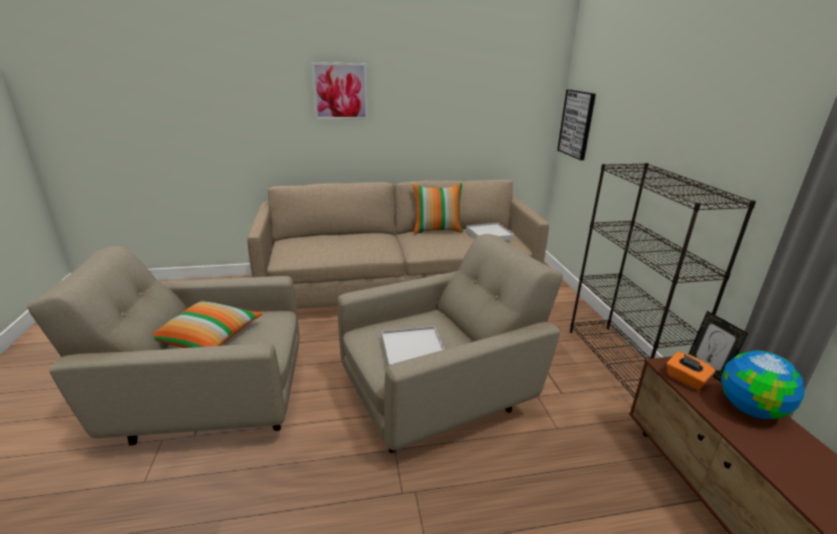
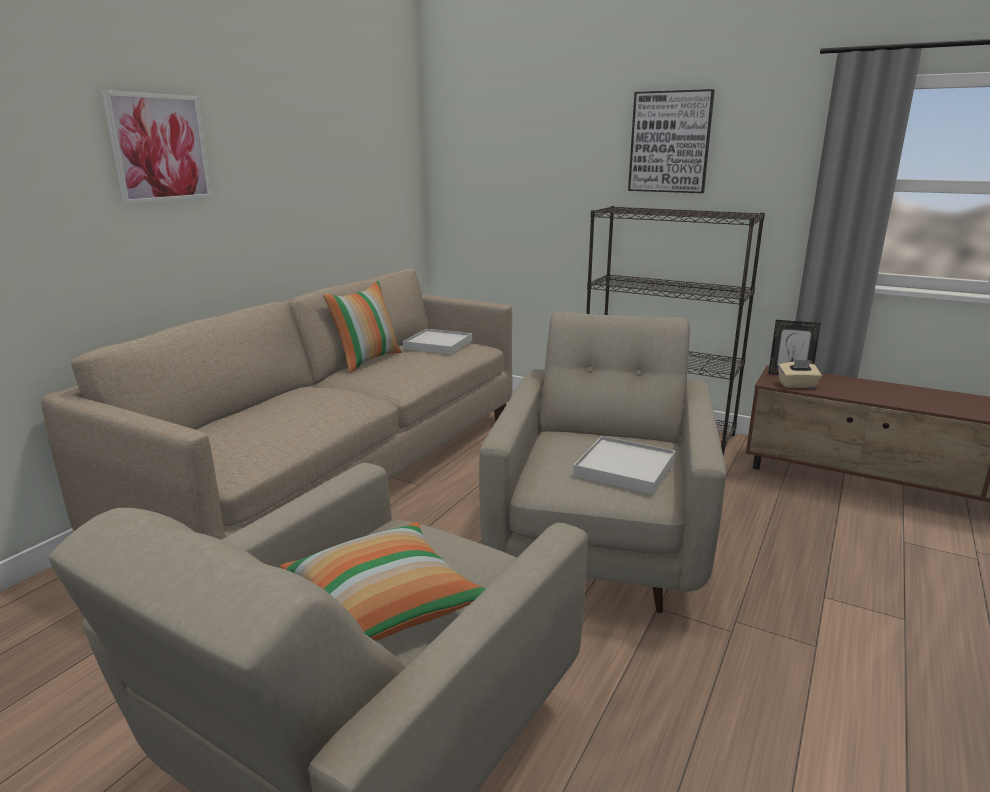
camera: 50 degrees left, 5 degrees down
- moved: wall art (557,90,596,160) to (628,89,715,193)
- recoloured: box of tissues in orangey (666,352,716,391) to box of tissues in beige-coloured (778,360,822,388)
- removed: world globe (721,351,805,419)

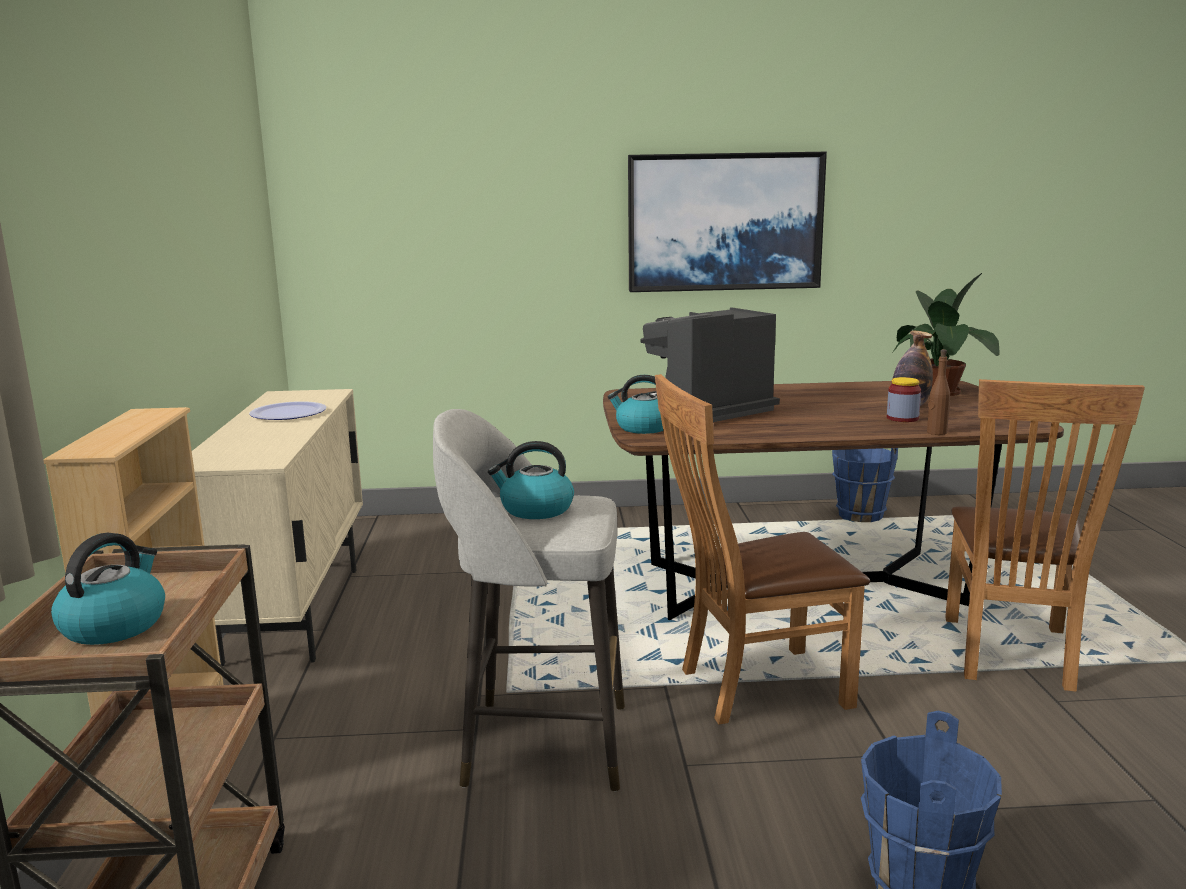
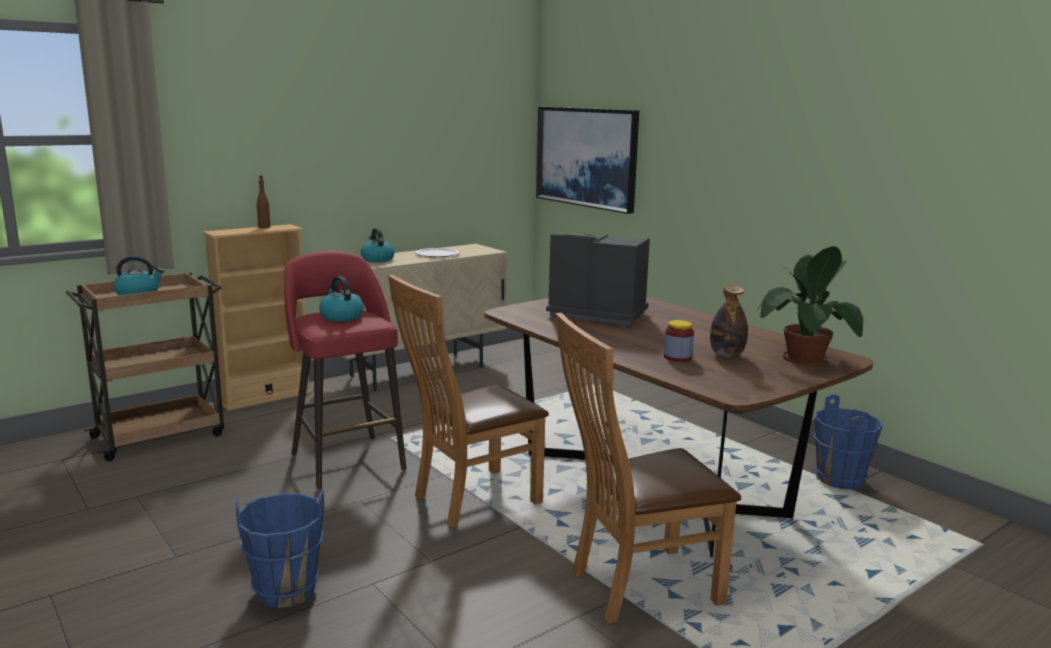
camera: 55 degrees right, 0 degrees up
- moved: beverage bottle in brown (927,349,950,435) to (257,175,271,228)
- recoloured: sitting stool in gray (433,409,625,791) to sitting stool in red-coloured (284,251,407,489)
- moved: kettle (608,375,663,434) to (361,228,395,262)
- turned: chair in brown (655,374,870,724) = (388,275,549,528) 75 degrees counterclockwise
- moved: wall art (628,152,827,292) to (536,107,639,214)

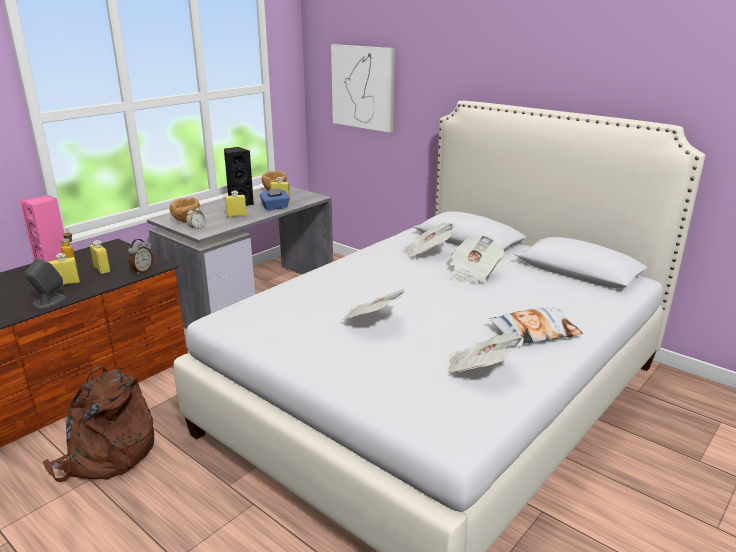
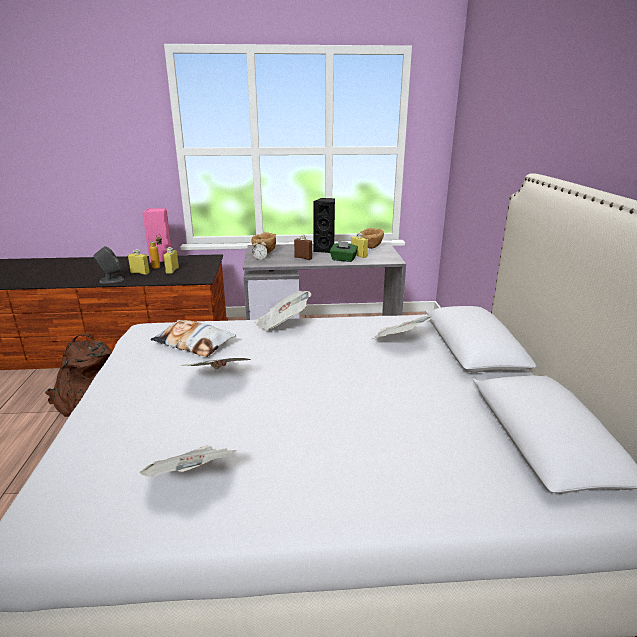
camera: 45 degrees right, 0 degrees up
- moved: pillow (488,308,583,344) to (150,320,236,357)
- moved: printed paper (450,235,505,282) to (254,291,311,331)
- recoloured: beverage bottle in yellowish (225,190,247,218) to beverage bottle in brown (294,235,312,260)
- recoloured: box of tissues in blue (260,188,290,210) to box of tissues in greenish (330,241,358,262)
- removed: table clock (128,239,153,274)
- removed: wall art (331,44,395,133)

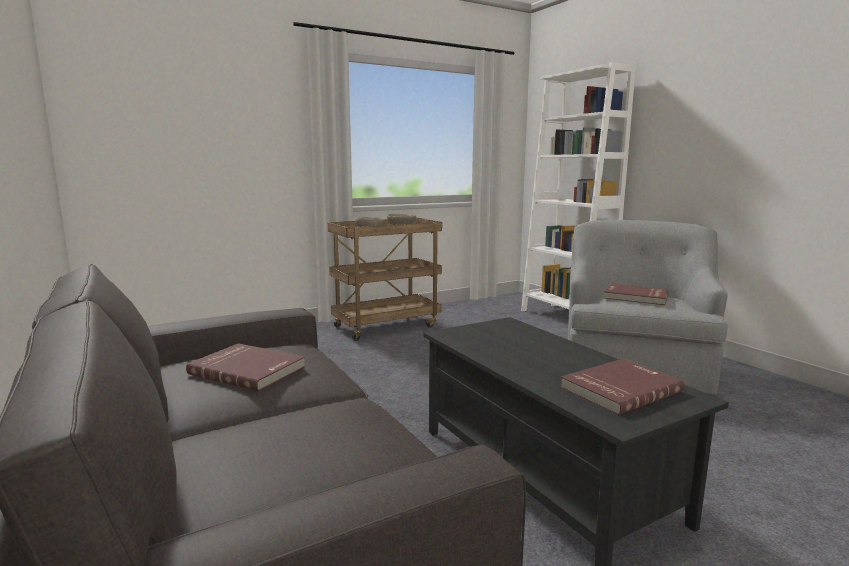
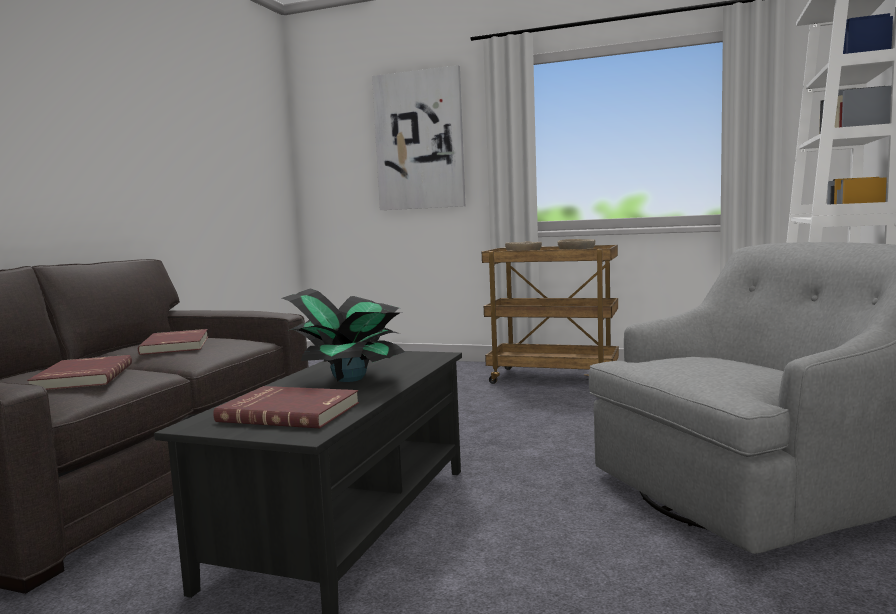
camera: 50 degrees right, 5 degrees down
- moved: volume in red-coloured (603,283,669,305) to (27,355,132,390)
- added: plant in a pot (282,288,405,382)
- added: wall art (372,65,465,210)

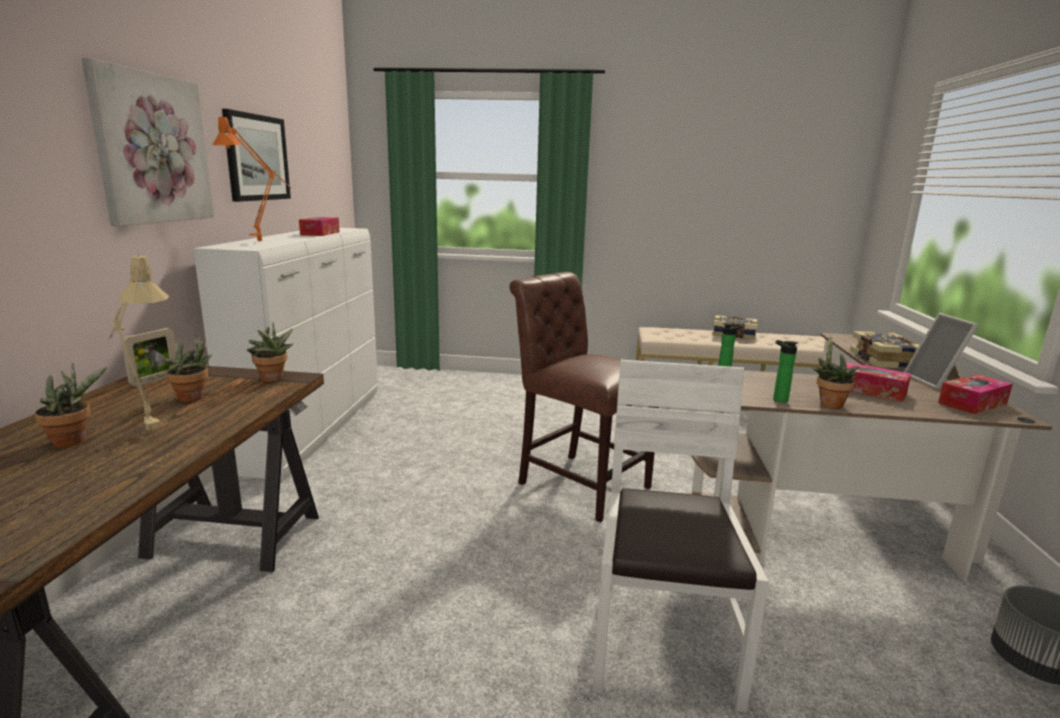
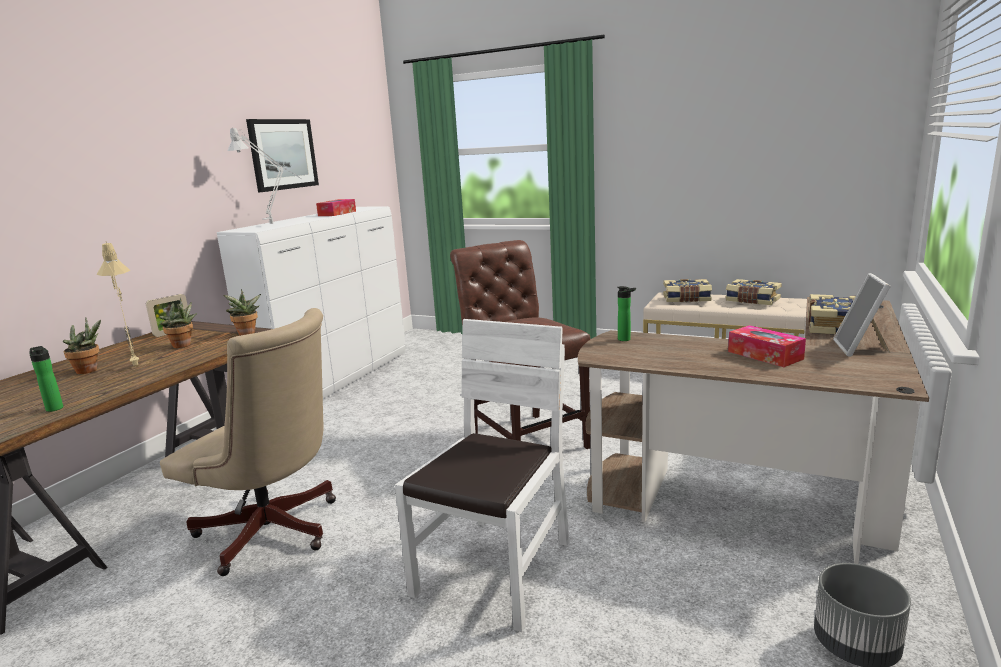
camera: 20 degrees right, 0 degrees up
- moved: beverage bottle (773,340,798,403) to (29,346,63,412)
- added: computer chair in beige-coloured (160,308,336,576)
- recoloured: tabletop lamp in orangey (213,116,292,241) to tabletop lamp in gray (227,126,301,224)
- added: volume (663,279,712,302)
- removed: wall art (81,58,214,226)
- removed: plant in a pot (812,336,859,409)
- removed: box of tissues (938,374,1013,414)

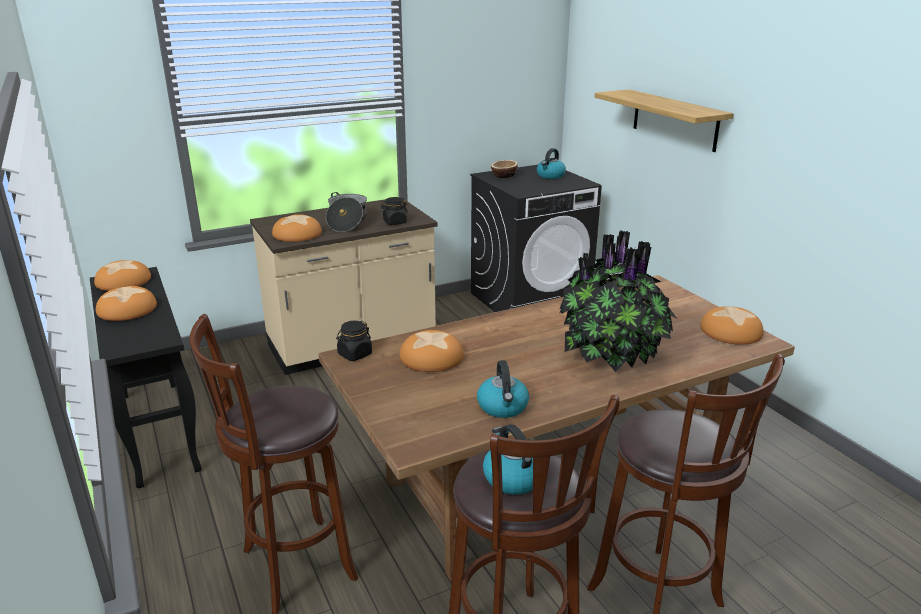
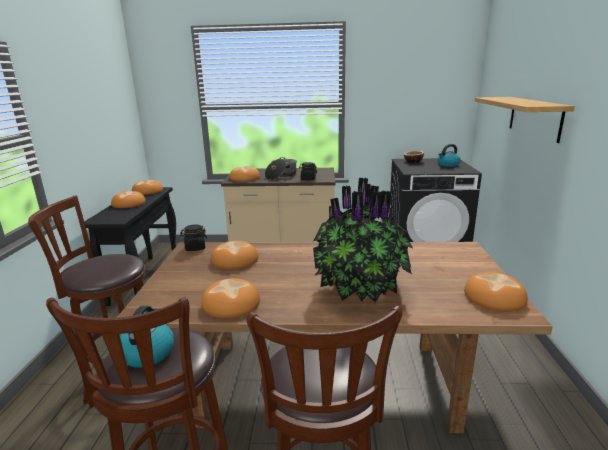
camera: 30 degrees right, 5 degrees down
- replaced: kettle (477,360,529,418) to bread (201,278,260,318)

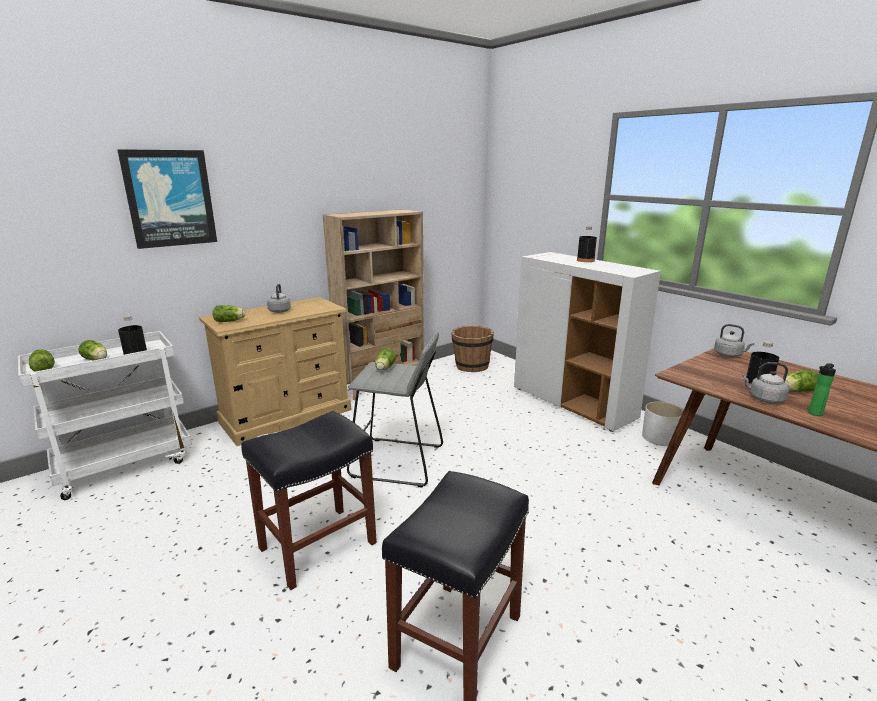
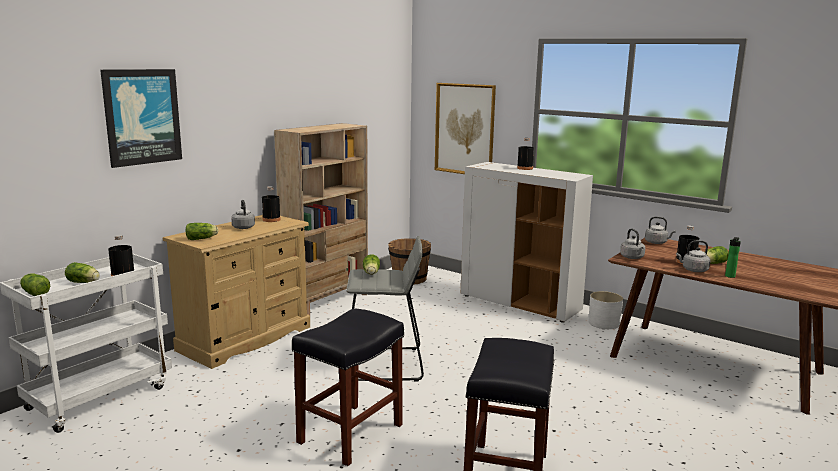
camera: 15 degrees left, 5 degrees down
- added: beverage bottle in black-coloured (262,186,281,222)
- added: wall art (435,83,496,174)
- added: kettle in gray (620,228,645,259)

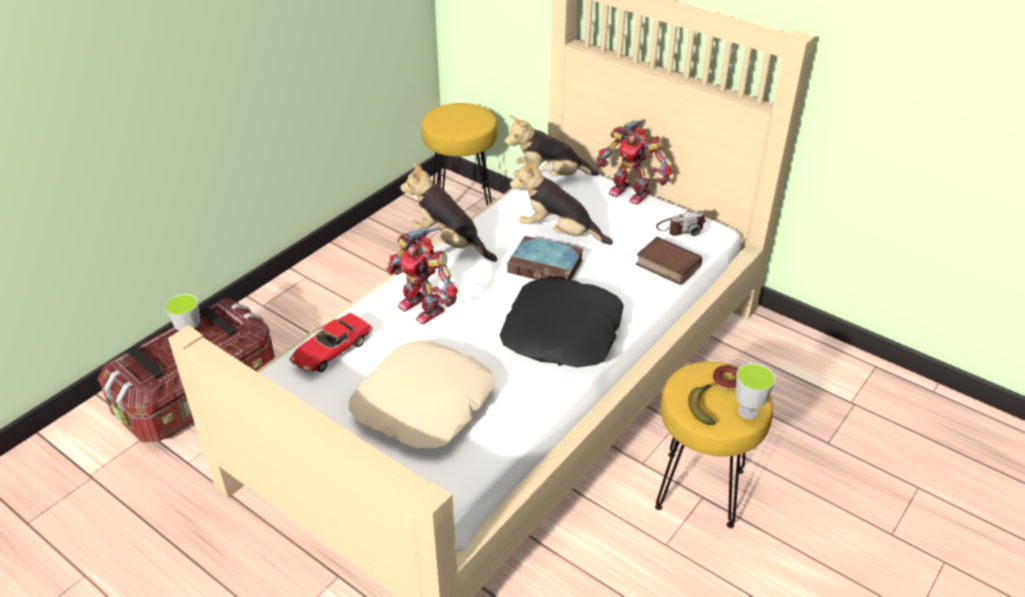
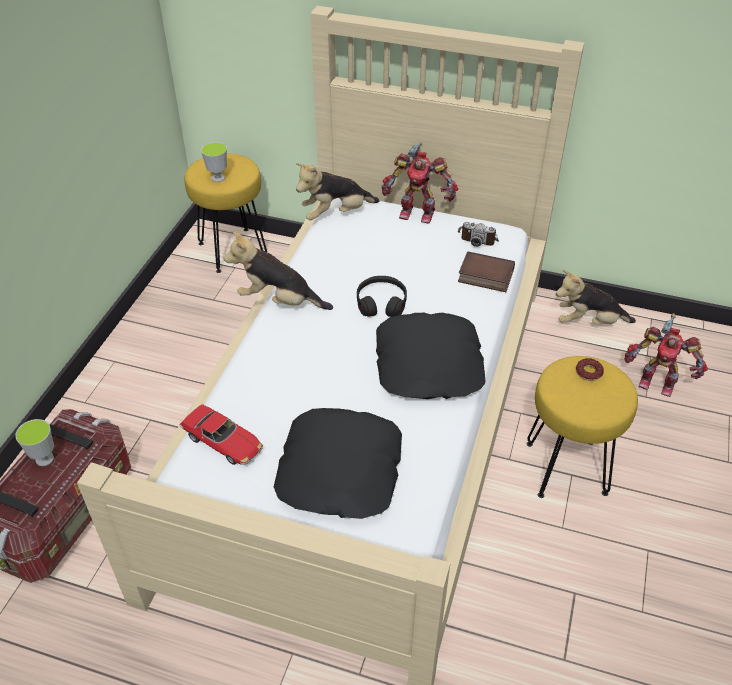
camera: 20 degrees left, 5 degrees up
- turned: toy car (290,313,373,372) = (180,404,263,465) 75 degrees counterclockwise
- moved: drinking cup (735,363,775,419) to (201,142,227,182)
- recoloured: pillow in beige-coloured (349,340,495,448) to pillow in black-coloured (274,408,402,519)
- replaced: volume (507,236,583,280) to headset in black-coloured (357,276,407,317)
- turned: photo camera (656,210,706,236) = (458,222,499,247) 60 degrees clockwise
- moved: plush toy (510,157,613,245) to (556,270,636,324)
- moved: toy robot (387,224,458,324) to (625,313,708,397)
- removed: whole banana (688,384,715,425)

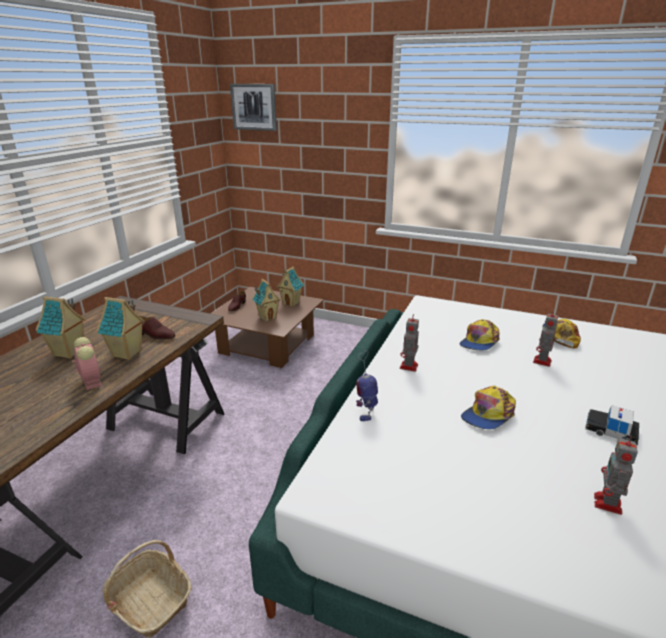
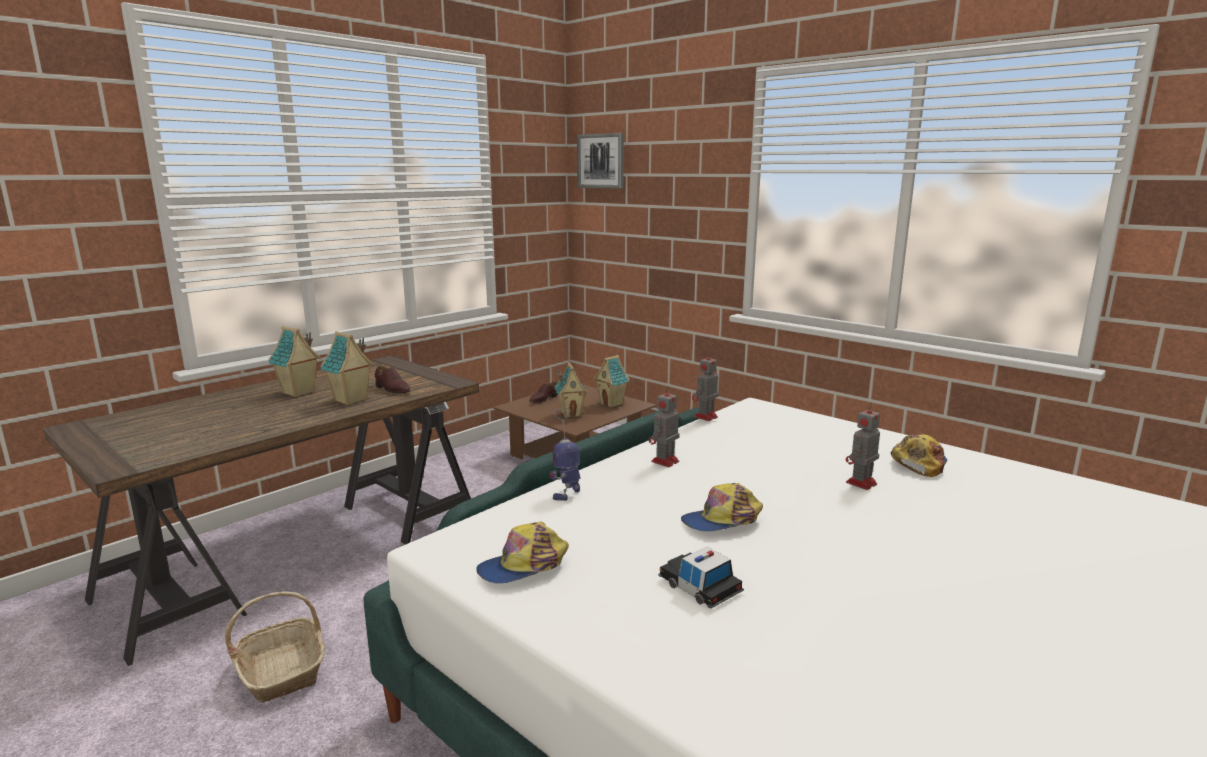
camera: 20 degrees right, 10 degrees down
- moved: cap (460,319,500,350) to (476,522,569,584)
- moved: toy car (585,405,639,445) to (658,546,744,609)
- moved: toy robot (594,435,638,515) to (692,351,719,421)
- removed: table clock (72,337,102,390)

